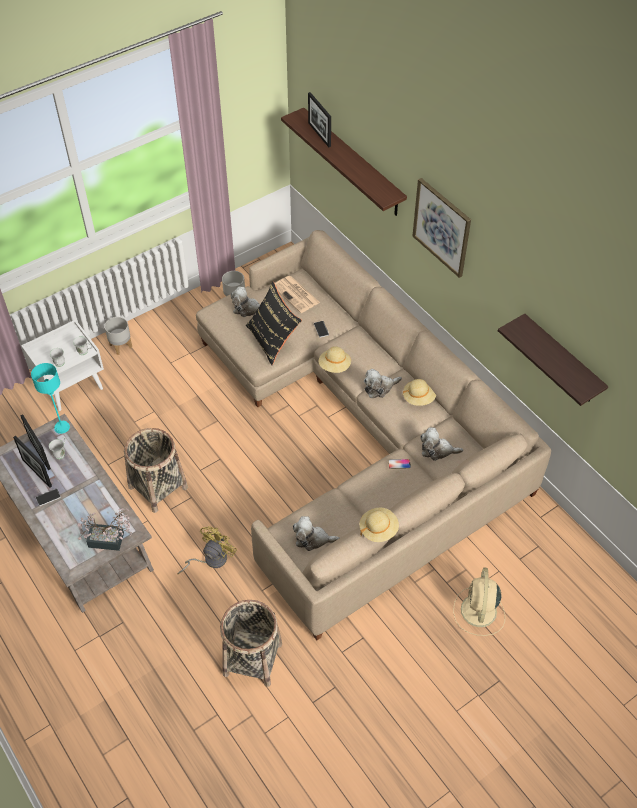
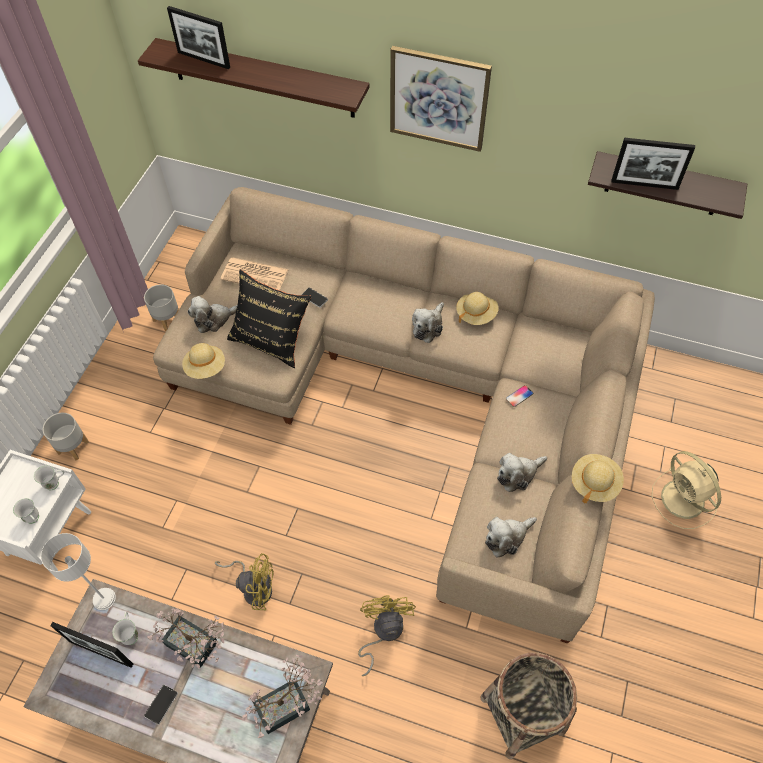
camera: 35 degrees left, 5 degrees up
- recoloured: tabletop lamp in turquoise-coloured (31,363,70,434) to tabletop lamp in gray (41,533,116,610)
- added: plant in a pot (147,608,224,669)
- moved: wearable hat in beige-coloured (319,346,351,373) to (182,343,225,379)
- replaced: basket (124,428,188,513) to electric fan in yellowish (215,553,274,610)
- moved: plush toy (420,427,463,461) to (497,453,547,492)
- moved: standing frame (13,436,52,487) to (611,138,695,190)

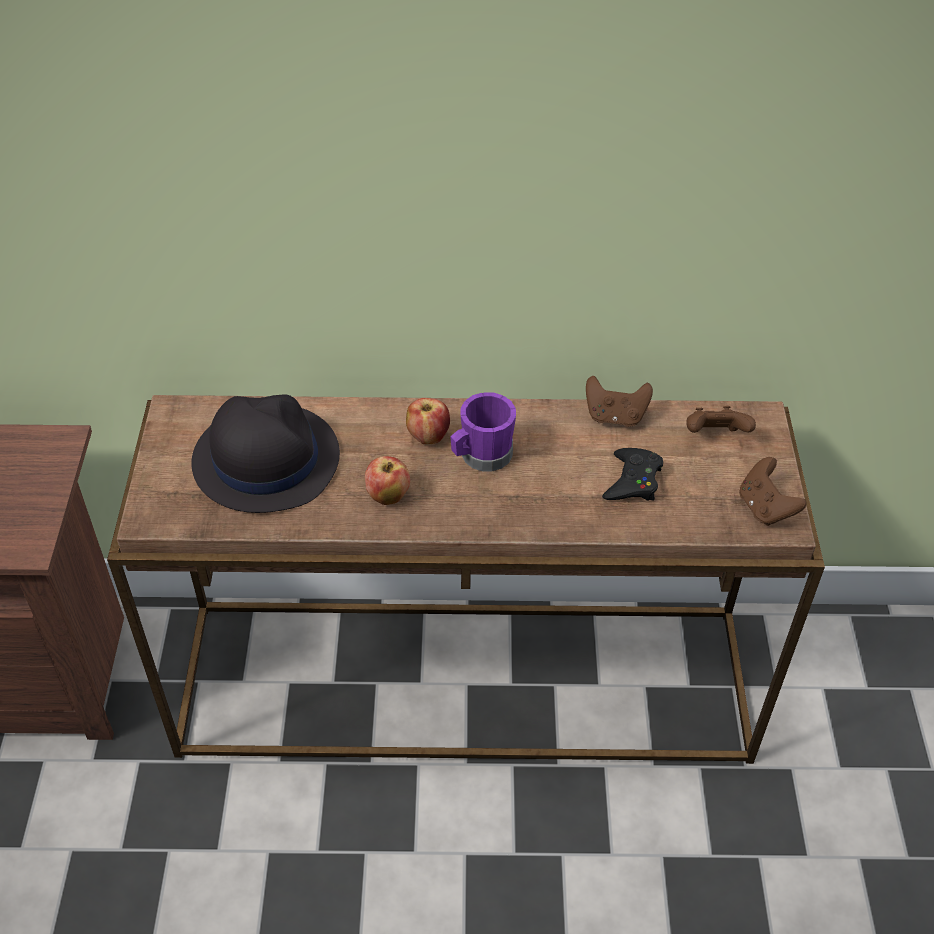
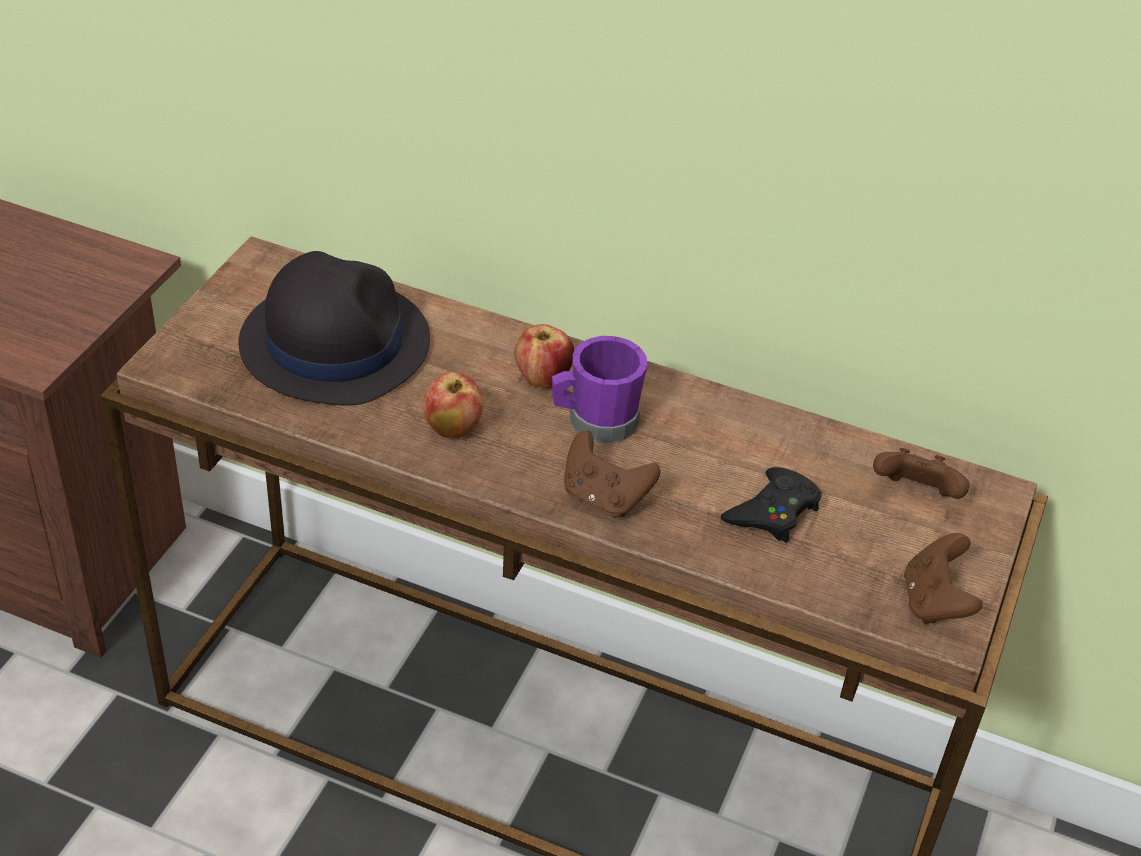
camera: 20 degrees right, 5 degrees down
- moved: game controller in brown (586,376,653,427) to (564,430,660,518)

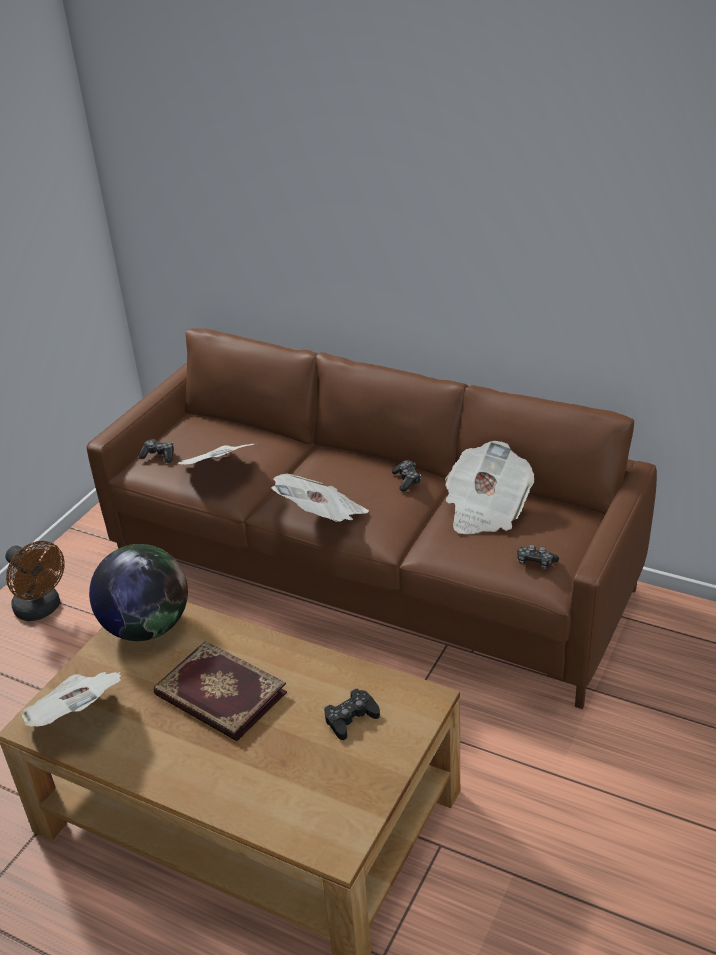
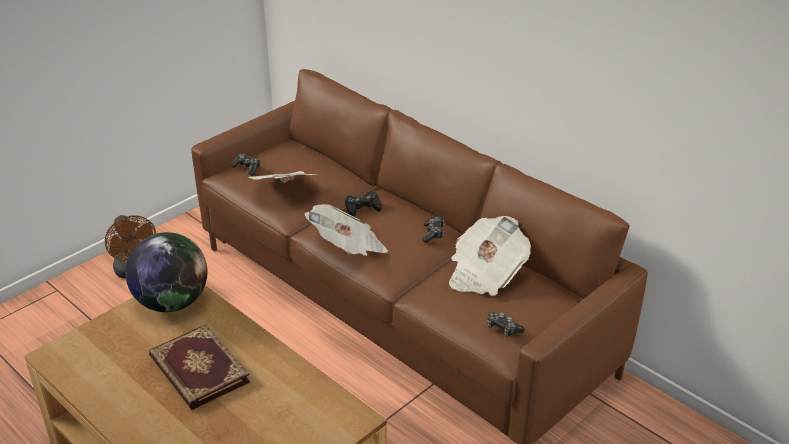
camera: 15 degrees right, 0 degrees up
- moved: game controller in black-coloured (324,689,380,740) to (345,191,381,217)
- removed: printed paper (22,672,121,727)

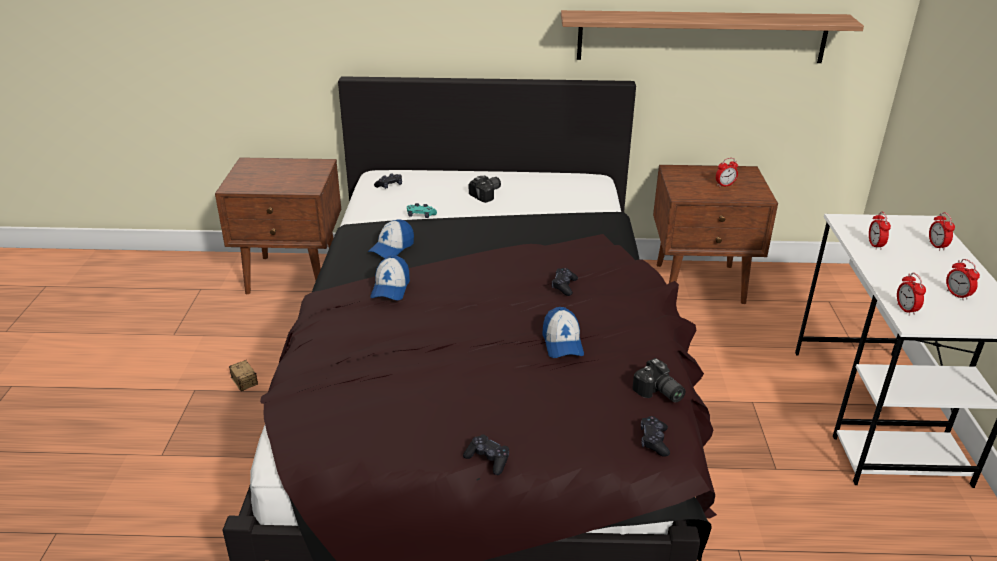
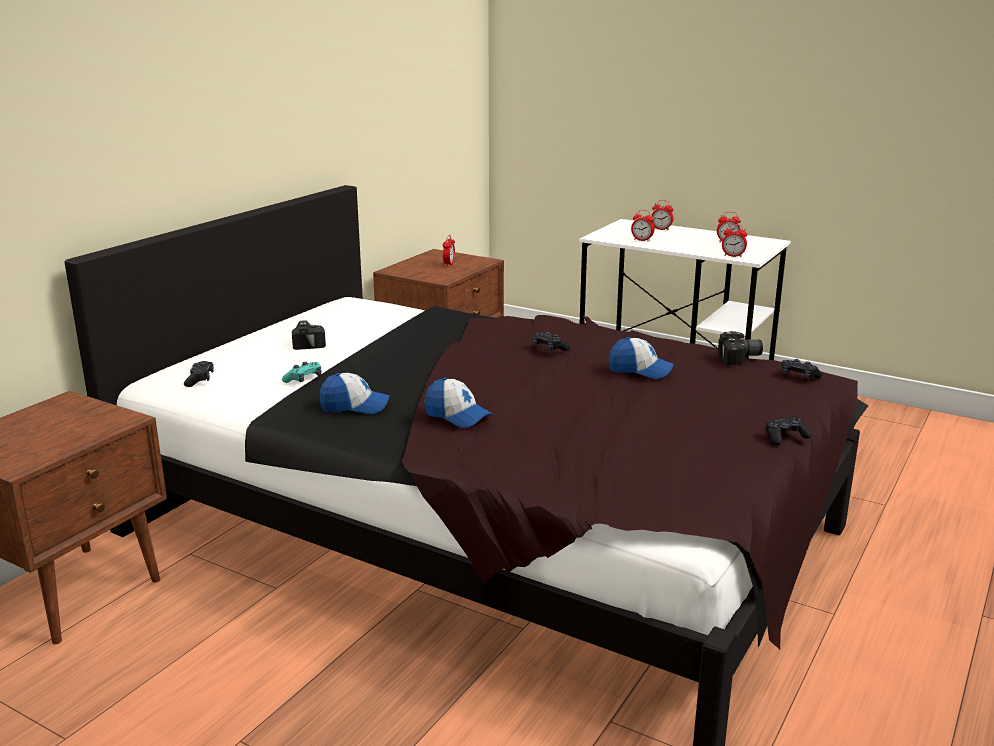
camera: 60 degrees left, 10 degrees down
- turned: cap (368,220,414,258) = (320,373,390,414) 60 degrees counterclockwise
- removed: storage bin (211,320,258,391)
- removed: bracket shelf (561,10,864,63)

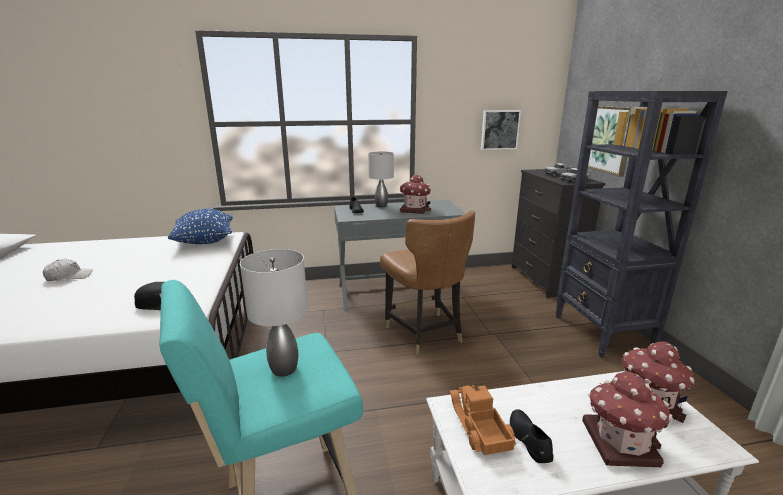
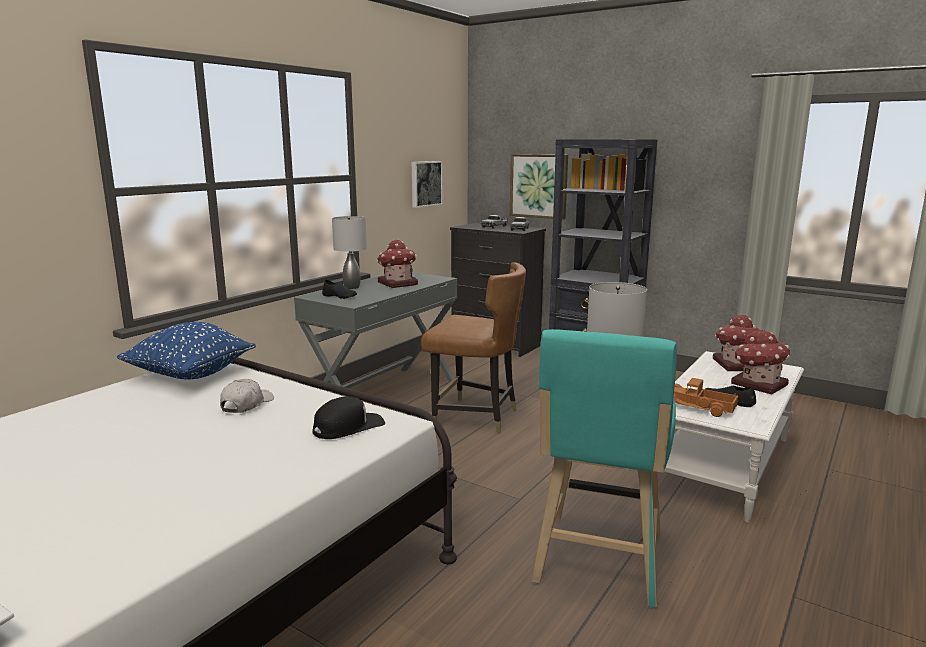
camera: 45 degrees left, 5 degrees down
- moved: cap in white-coloured (43,259,93,281) to (220,379,274,413)

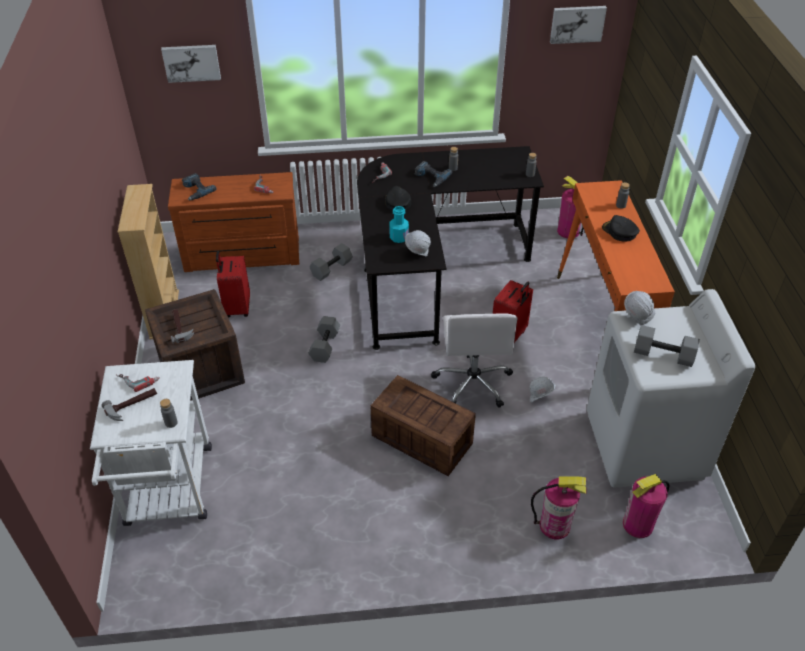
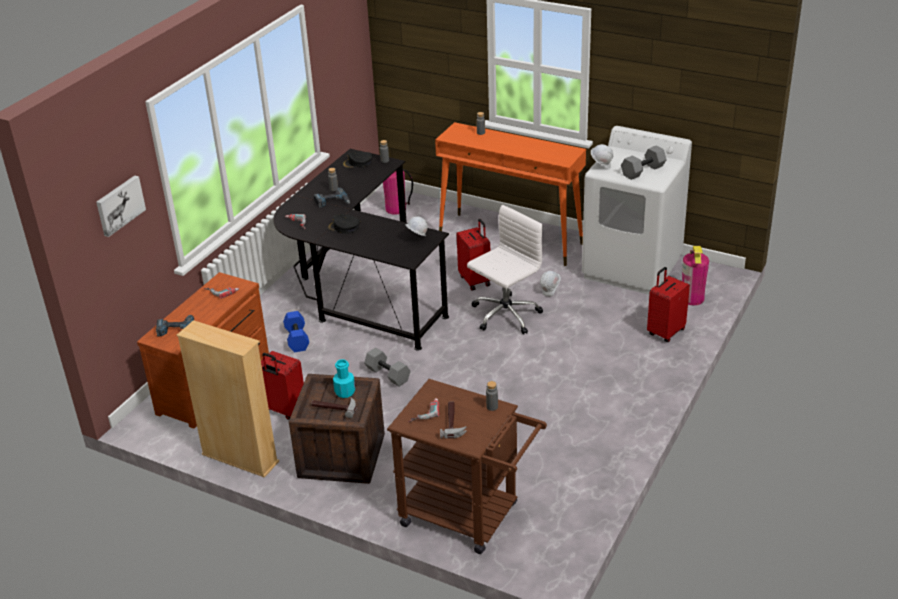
camera: 55 degrees left, 10 degrees down
- recoloured: free weight in gray (310,243,353,281) to free weight in blue (283,311,309,352)
- moved: beverage bottle in turquoise-coloured (389,206,409,243) to (333,359,355,398)
- moved: cap in black-coloured (602,215,640,242) to (342,152,373,168)
- recoloured: wheeled cart in white-coloured (90,360,212,526) to wheeled cart in brown (387,379,547,554)
- turned: computer chair in white-coloured (431,314,518,408) = (467,205,543,335) 75 degrees counterclockwise
- replaced: fire extinguisher (531,476,586,539) to suitcase in red-coloured (647,267,690,342)
- removed: shipping crate (370,375,476,476)
- removed: wall art (550,6,607,44)

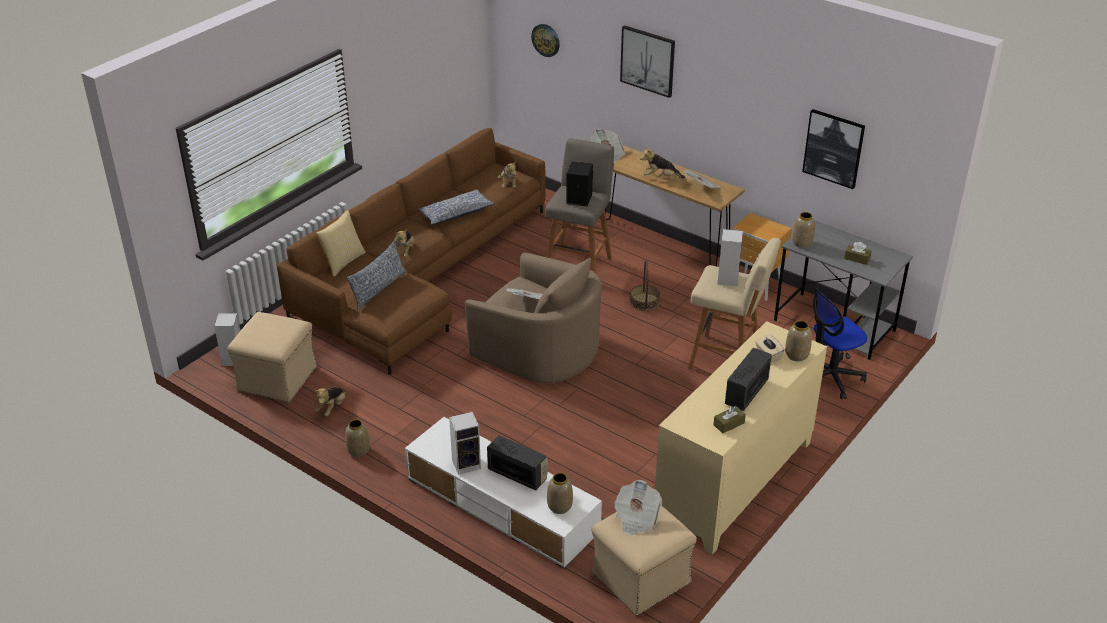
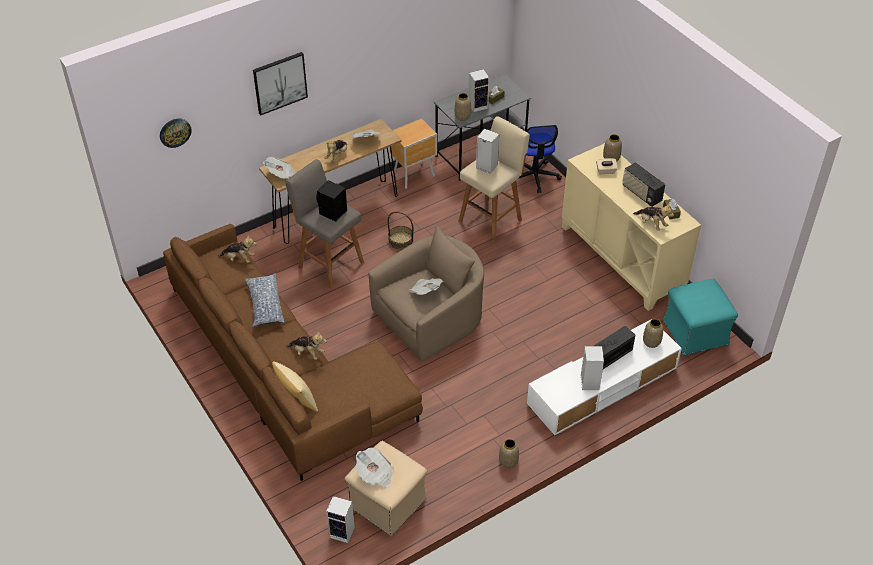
camera: 70 degrees left, 10 degrees up
- moved: printed paper (614,480,663,535) to (355,448,394,488)
- added: loudspeaker (468,69,489,112)
- moved: plush toy (315,387,347,416) to (633,203,674,231)
- recoloured: ottoman in beige-coloured (591,505,697,616) to ottoman in turquoise-coloured (663,278,738,356)
- removed: pillow (346,241,407,310)
- removed: wall art (802,109,865,189)

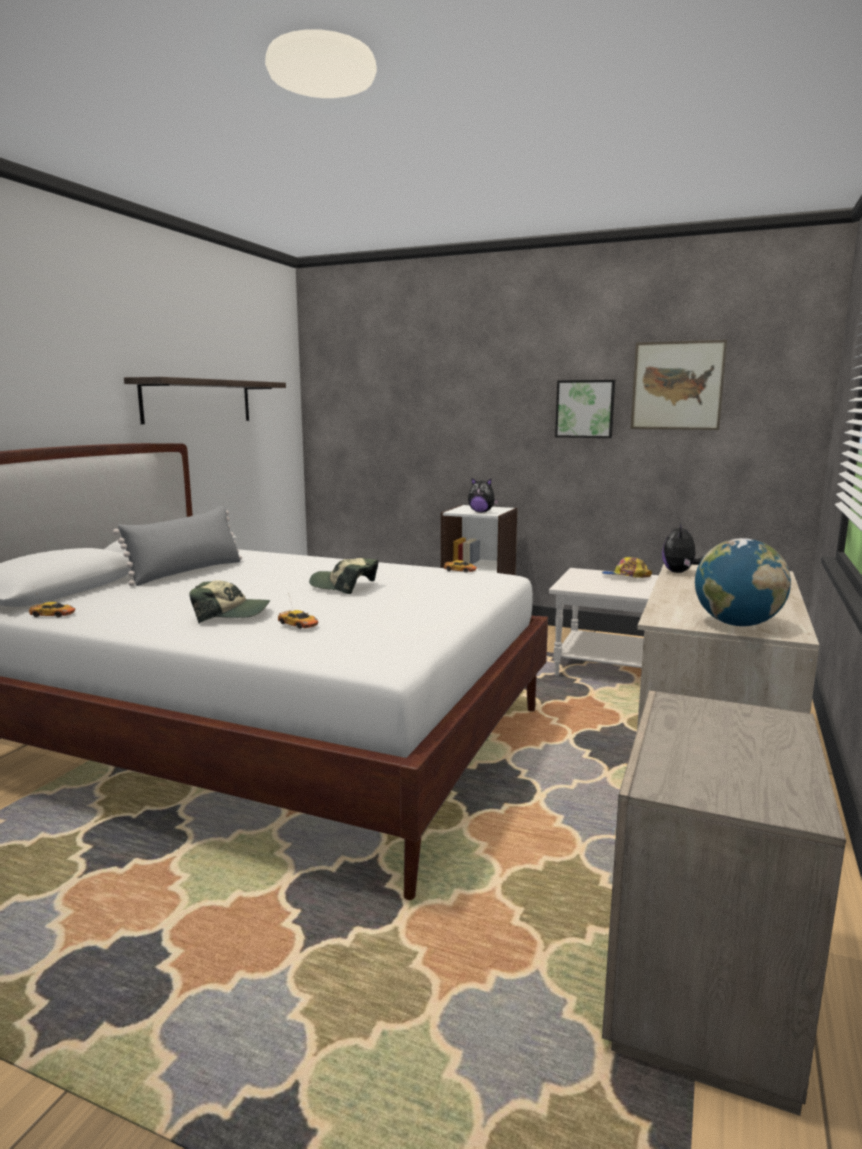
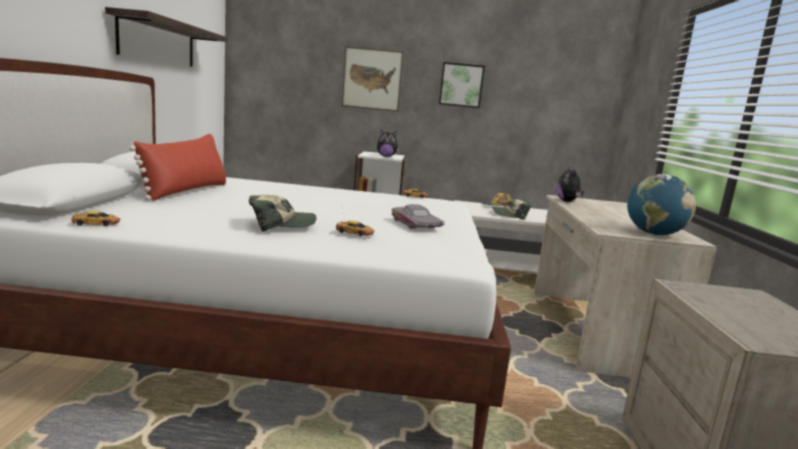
camera: 20 degrees left, 0 degrees up
- recoloured: pillow in gray (113,505,242,586) to pillow in red-coloured (129,134,226,201)
- moved: wall art (631,340,727,430) to (341,46,404,112)
- added: toy car in gray (392,204,445,228)
- moved: cap (309,558,378,594) to (492,199,531,220)

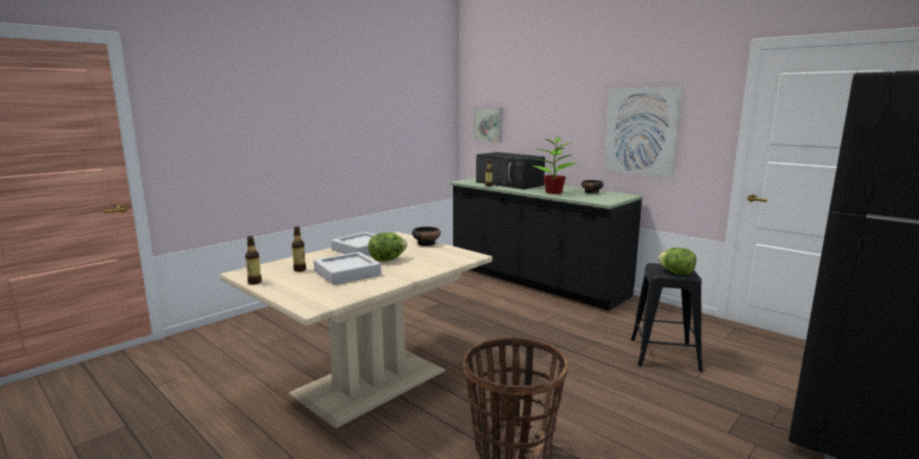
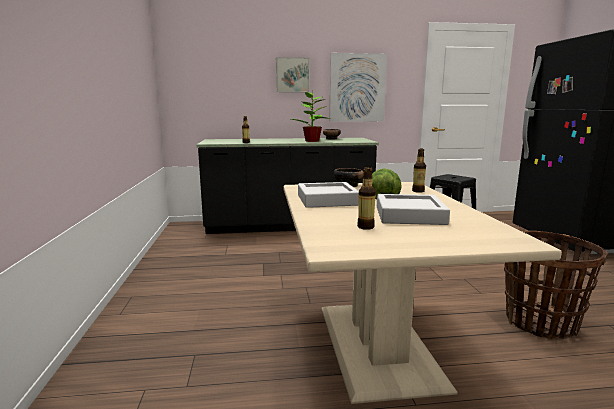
camera: 50 degrees left, 0 degrees up
- moved: wall art (474,107,503,142) to (276,57,310,92)
- moved: beverage bottle (245,236,262,284) to (412,148,426,193)
- removed: microwave in black-coloured (476,152,545,189)
- removed: lettuce (658,248,696,274)

